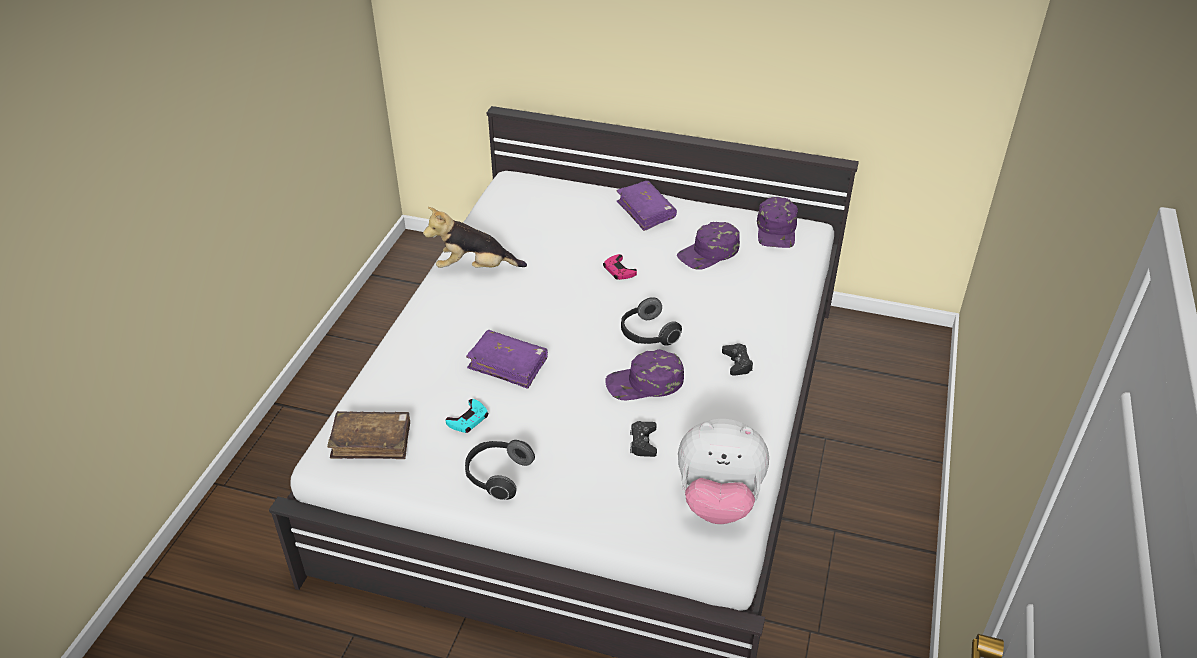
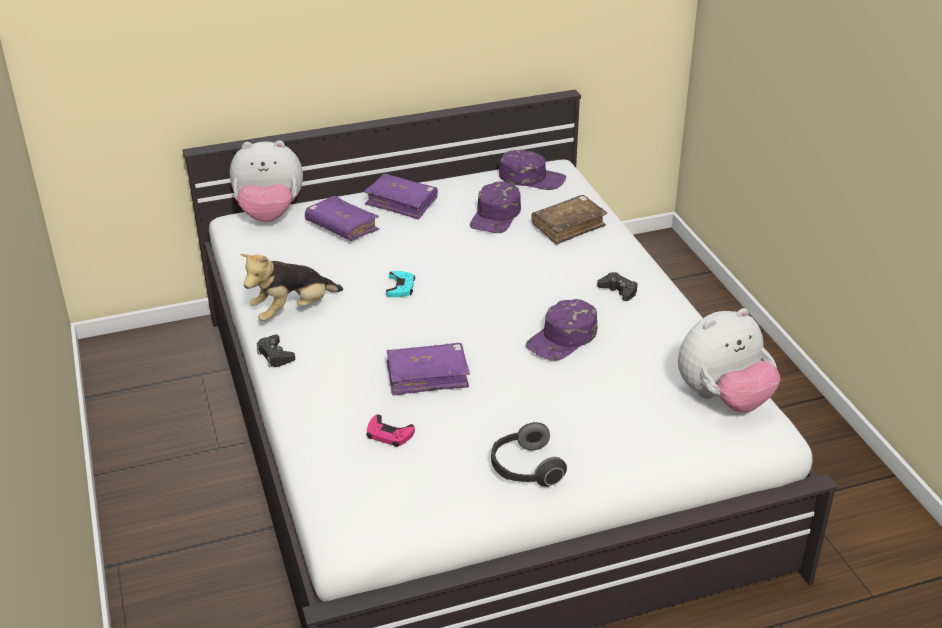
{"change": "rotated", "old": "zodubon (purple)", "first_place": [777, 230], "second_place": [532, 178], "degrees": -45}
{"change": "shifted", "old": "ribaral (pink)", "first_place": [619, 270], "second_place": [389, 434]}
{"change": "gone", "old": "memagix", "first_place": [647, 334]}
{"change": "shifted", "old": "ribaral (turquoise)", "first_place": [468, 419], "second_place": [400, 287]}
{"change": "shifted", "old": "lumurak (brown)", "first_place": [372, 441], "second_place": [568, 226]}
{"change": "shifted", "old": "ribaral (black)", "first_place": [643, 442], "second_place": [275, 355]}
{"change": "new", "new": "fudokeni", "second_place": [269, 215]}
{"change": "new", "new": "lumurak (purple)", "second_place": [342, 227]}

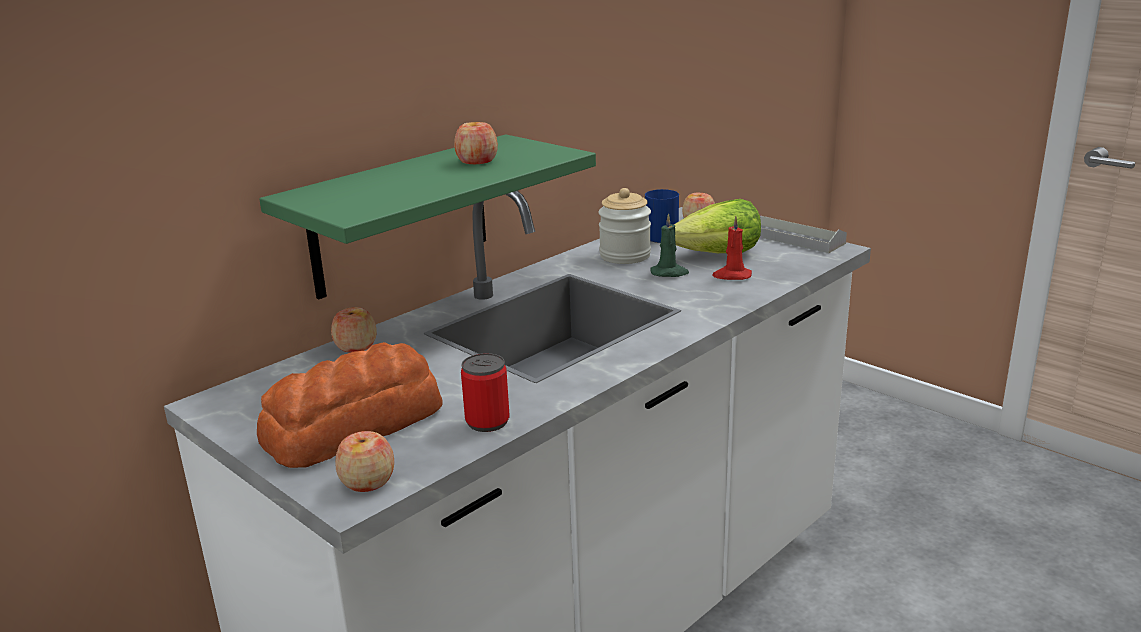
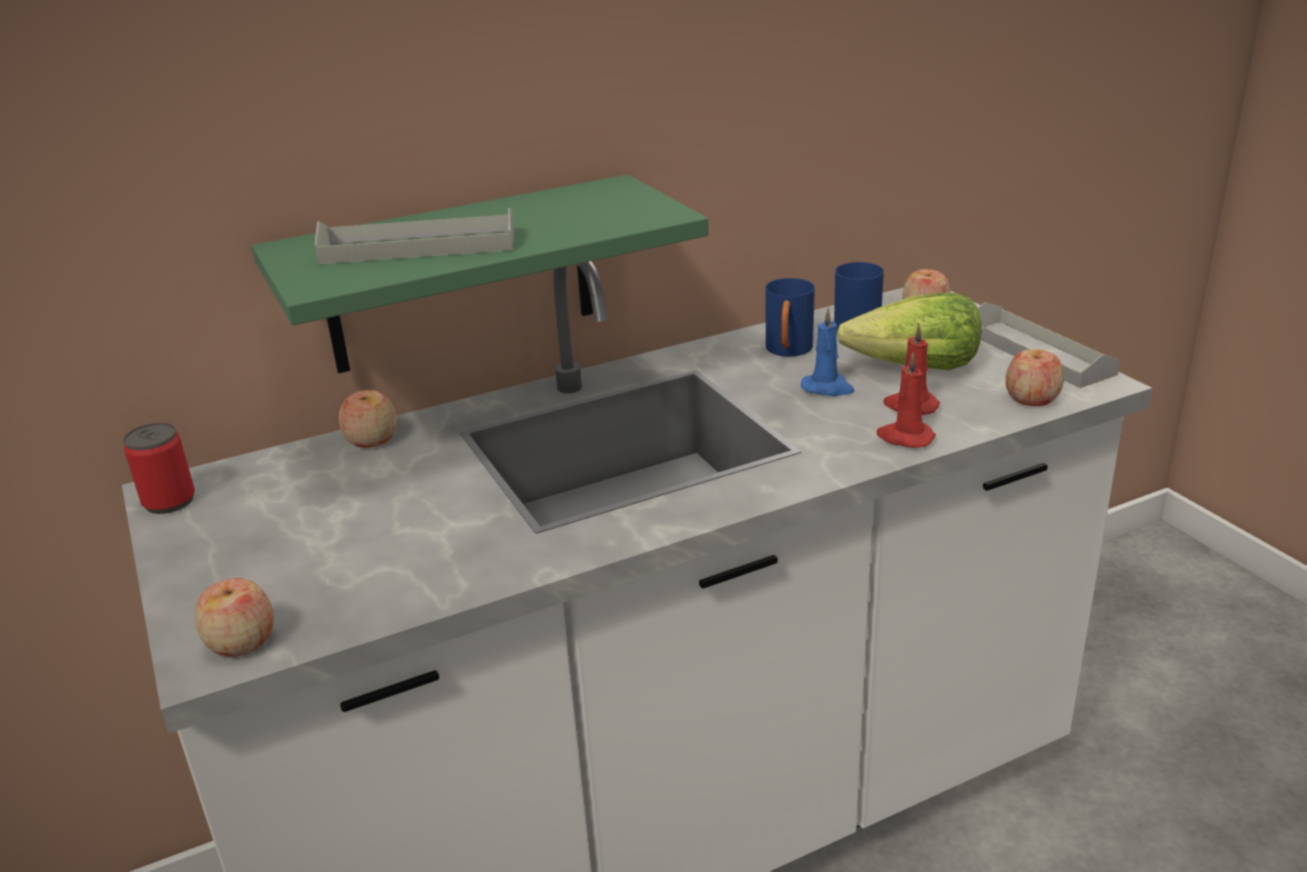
{"change": "shifted", "old": "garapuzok", "first_place": [477, 161], "second_place": [1031, 398]}
{"change": "swapped", "old": "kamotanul", "new": "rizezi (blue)", "first_place": [625, 256], "second_place": [788, 352]}
{"change": "repainted", "old": "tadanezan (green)", "new": "tadanezan (blue)", "first_place": [669, 273], "second_place": [828, 388]}
{"change": "gone", "old": "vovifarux", "first_place": [356, 426]}
{"change": "shifted", "old": "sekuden", "first_place": [487, 422], "second_place": [169, 501]}
{"change": "new", "new": "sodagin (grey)", "second_place": [418, 247]}
{"change": "new", "new": "tadanezan (red)", "second_place": [904, 437]}

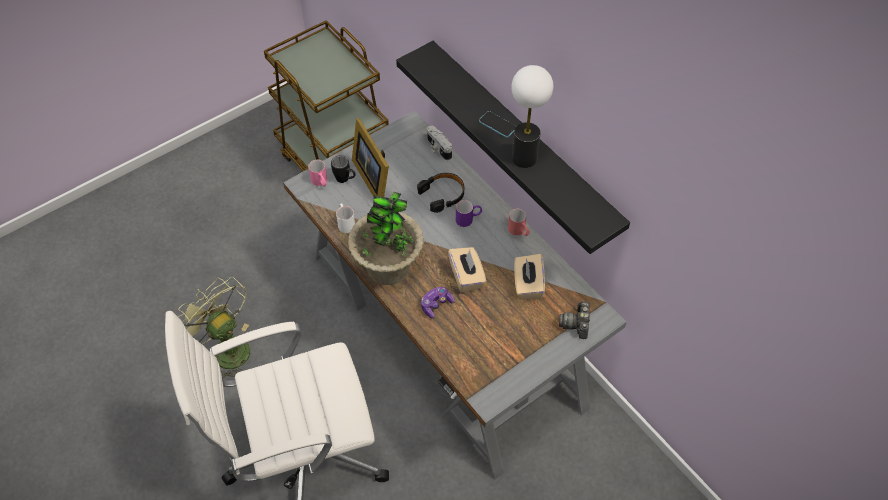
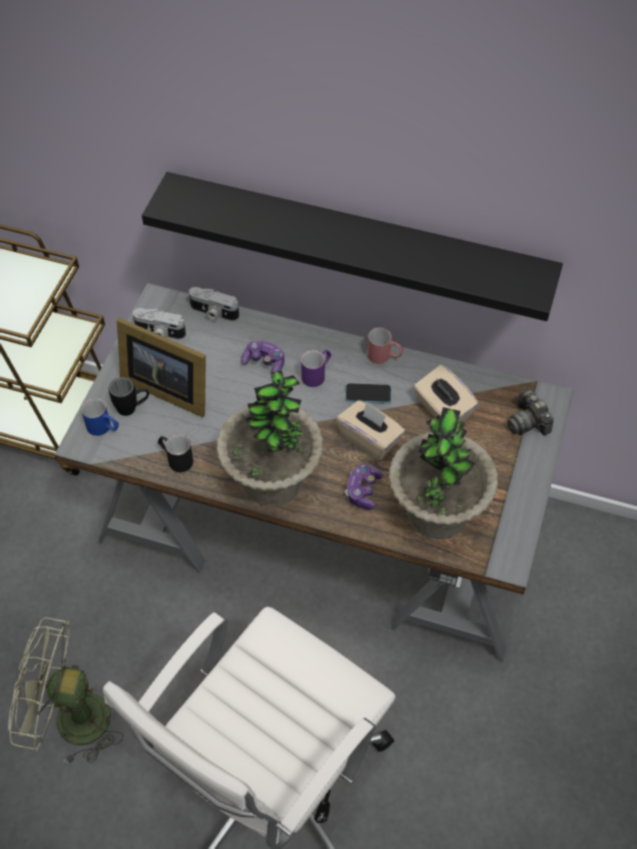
{"change": "gone", "old": "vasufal", "first_place": [524, 158]}
{"change": "shifted", "old": "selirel", "first_place": [497, 125], "second_place": [368, 394]}
{"change": "repainted", "old": "rizezi (pink)", "new": "rizezi (blue)", "first_place": [320, 182], "second_place": [104, 428]}
{"change": "swapped", "old": "memagix (black)", "new": "ribaral", "first_place": [443, 194], "second_place": [264, 362]}
{"change": "repainted", "old": "rizezi (white)", "new": "rizezi (black)", "first_place": [345, 222], "second_place": [175, 458]}
{"change": "new", "new": "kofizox", "second_place": [159, 332]}
{"change": "new", "new": "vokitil", "second_place": [437, 513]}

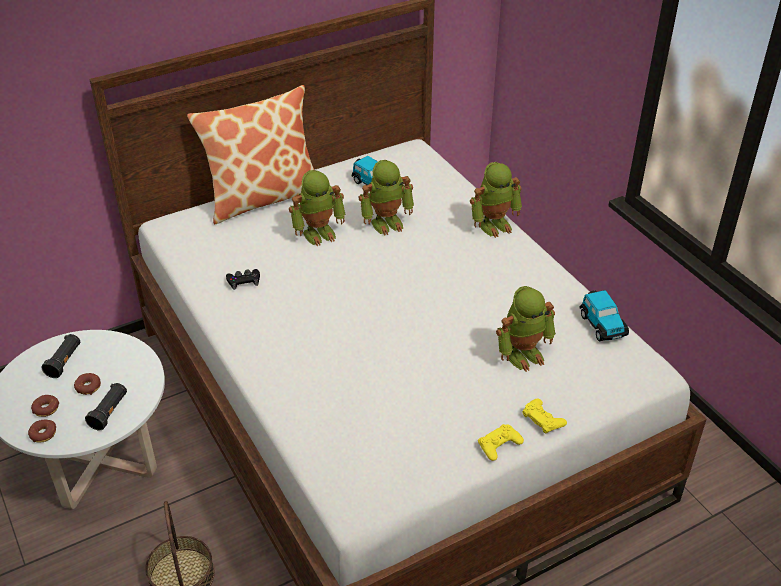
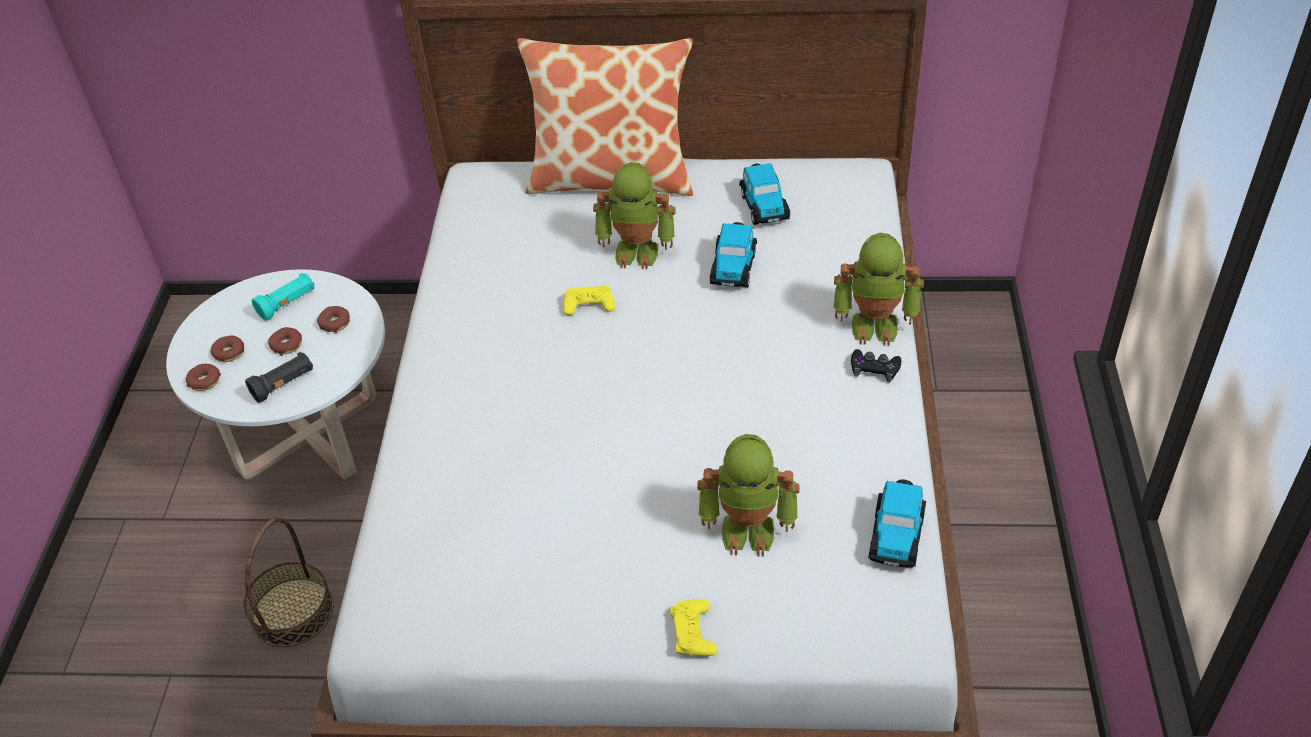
{"change": "swapped", "old": "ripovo", "new": "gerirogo", "first_place": [386, 222], "second_place": [733, 267]}
{"change": "shifted", "old": "ribaral (black)", "first_place": [244, 281], "second_place": [874, 368]}
{"change": "repainted", "old": "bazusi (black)", "new": "bazusi (turquoise)", "first_place": [64, 361], "second_place": [287, 304]}
{"change": "shifted", "old": "ribaral (yellow)", "first_place": [499, 445], "second_place": [589, 304]}
{"change": "new", "new": "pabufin", "second_place": [335, 323]}

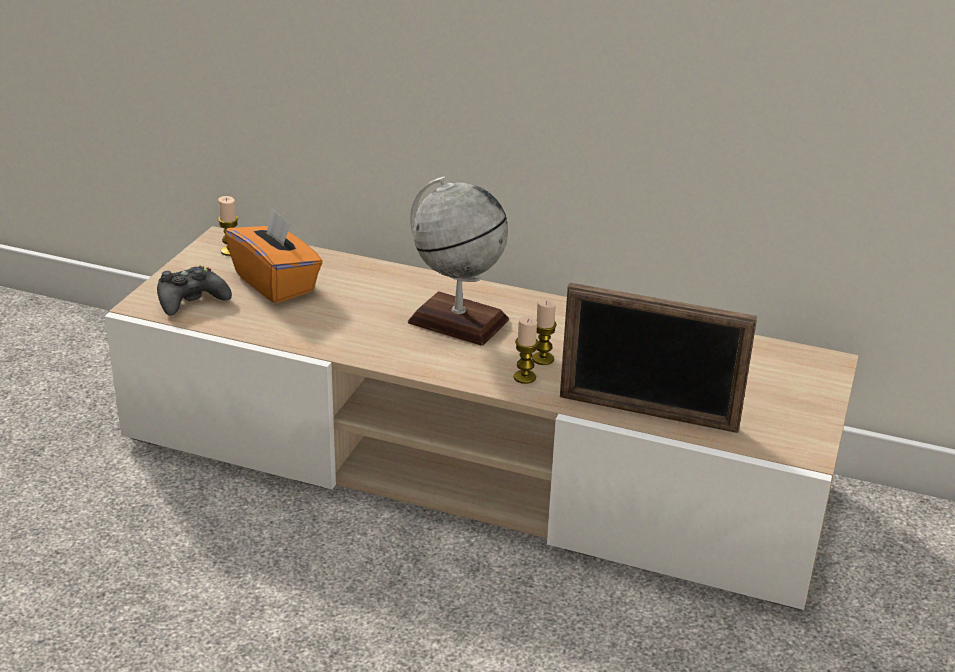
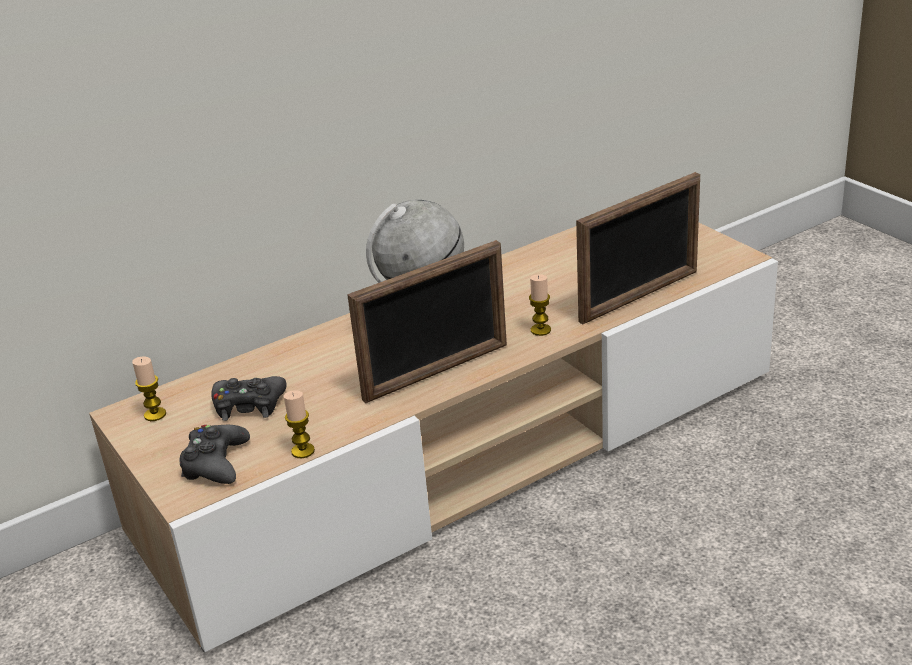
{"change": "swapped", "old": "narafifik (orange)", "new": "ribaral (black)", "first_place": [276, 283], "second_place": [249, 405]}
{"change": "shifted", "old": "tadanezan", "first_place": [543, 359], "second_place": [303, 451]}
{"change": "new", "new": "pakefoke", "second_place": [437, 372]}

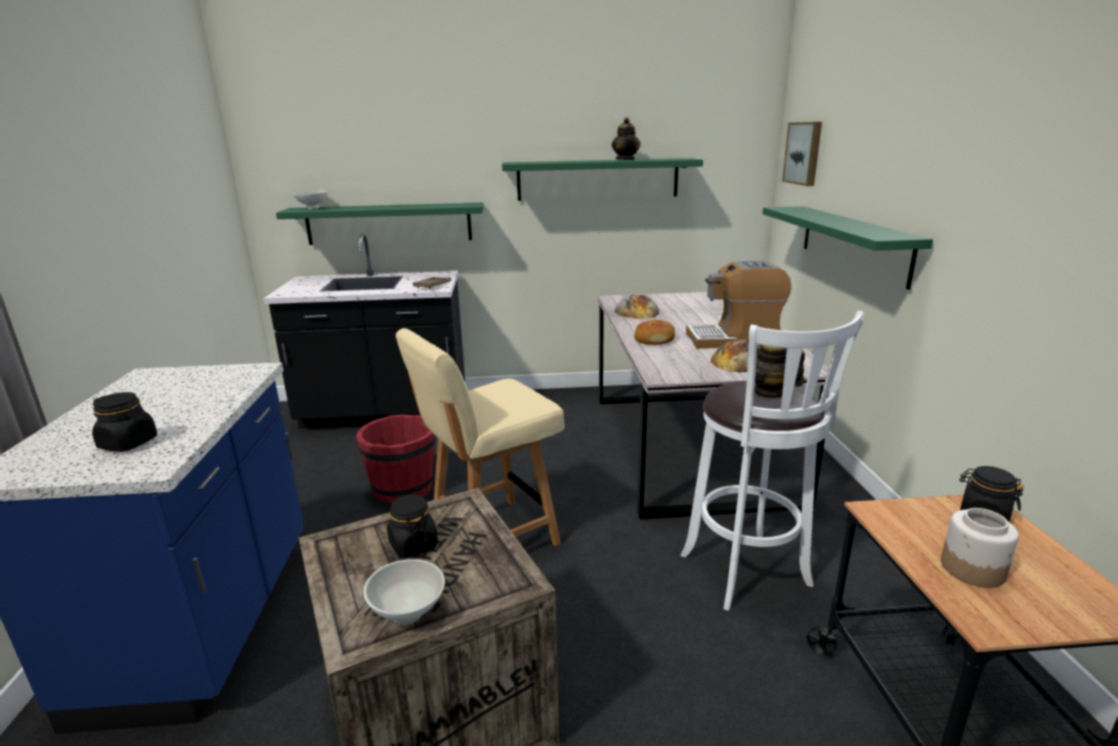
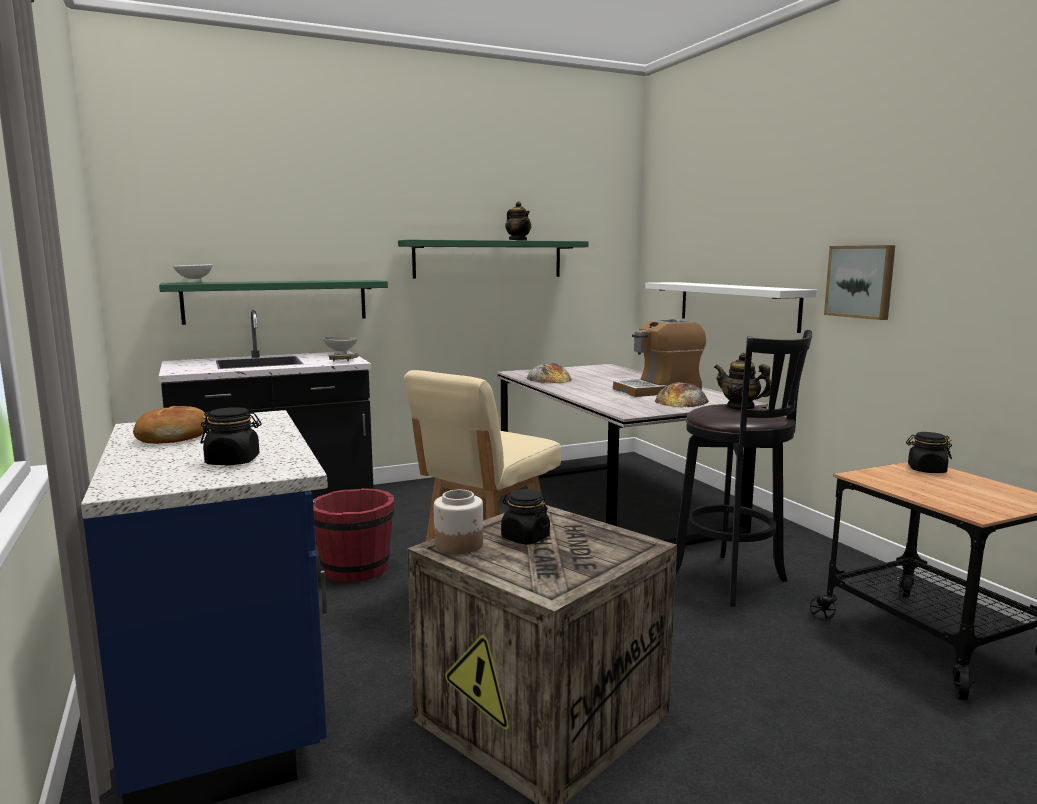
{"change": "shifted", "old": "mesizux", "first_place": [804, 153], "second_place": [861, 281]}
{"change": "repainted", "old": "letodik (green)", "new": "letodik (white)", "first_place": [853, 243], "second_place": [736, 305]}
{"change": "repainted", "old": "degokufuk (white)", "new": "degokufuk (black)", "first_place": [748, 574], "second_place": [732, 581]}
{"change": "shifted", "old": "vovifarux", "first_place": [654, 339], "second_place": [174, 437]}
{"change": "shifted", "old": "kamotanul", "first_place": [973, 569], "second_place": [459, 545]}
{"change": "shifted", "old": "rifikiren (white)", "first_place": [409, 612], "second_place": [341, 353]}

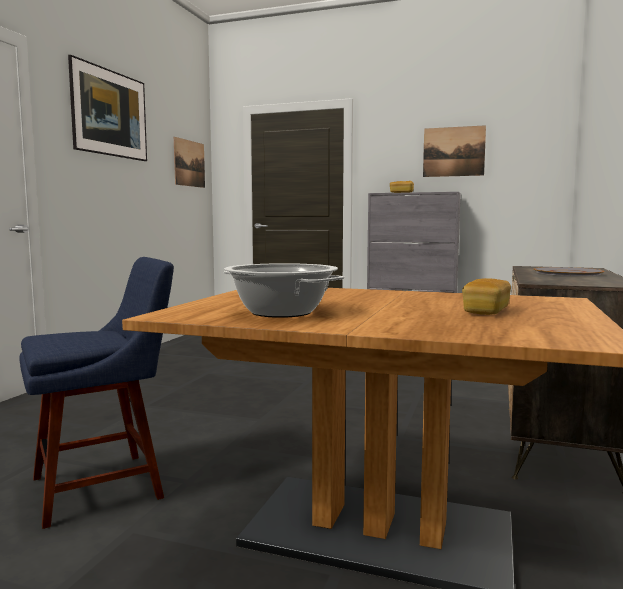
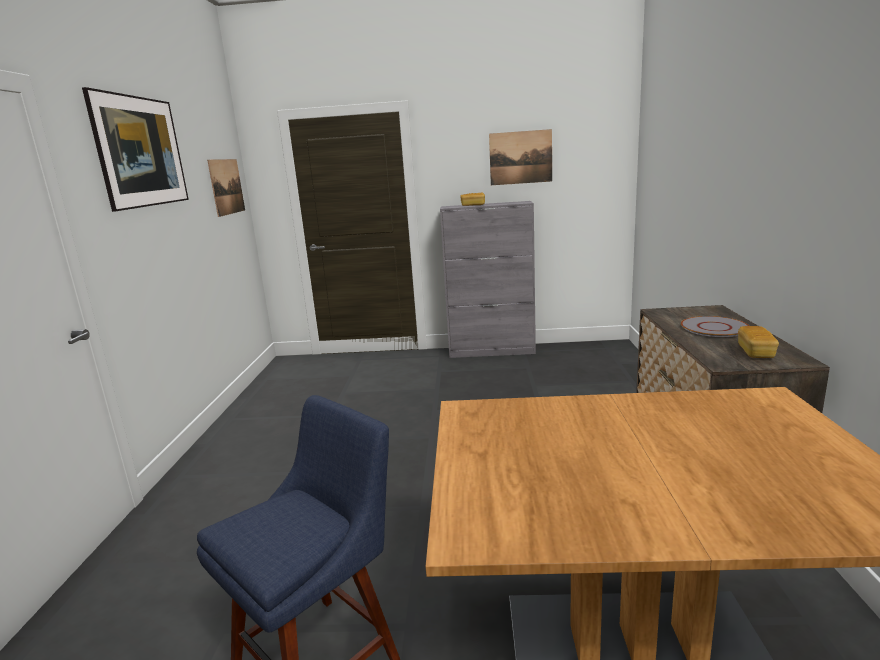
{"change": "gone", "old": "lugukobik", "first_place": [282, 312]}
{"change": "shifted", "old": "vovifarux", "first_place": [486, 311], "second_place": [755, 352]}

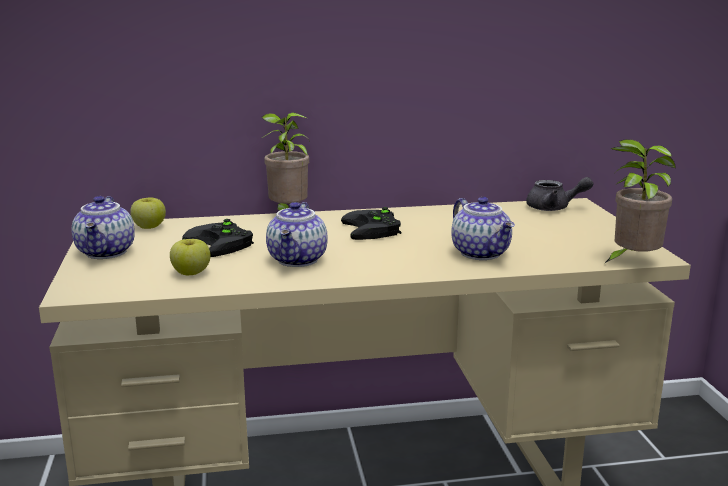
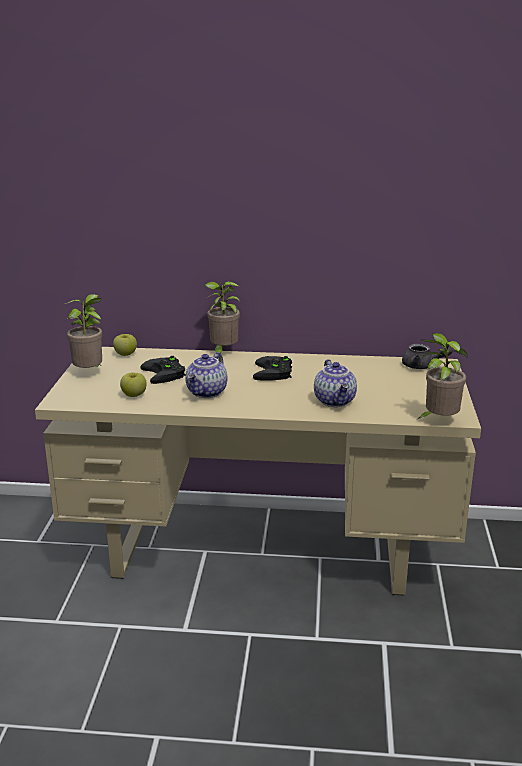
{"change": "swapped", "old": "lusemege", "new": "vokitil", "first_place": [107, 253], "second_place": [90, 373]}

